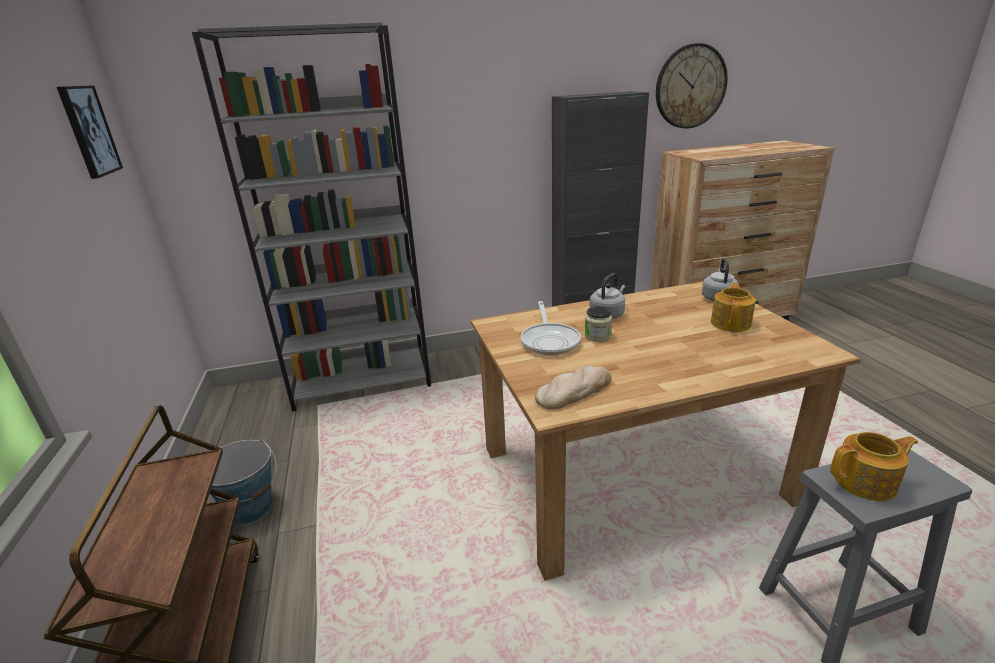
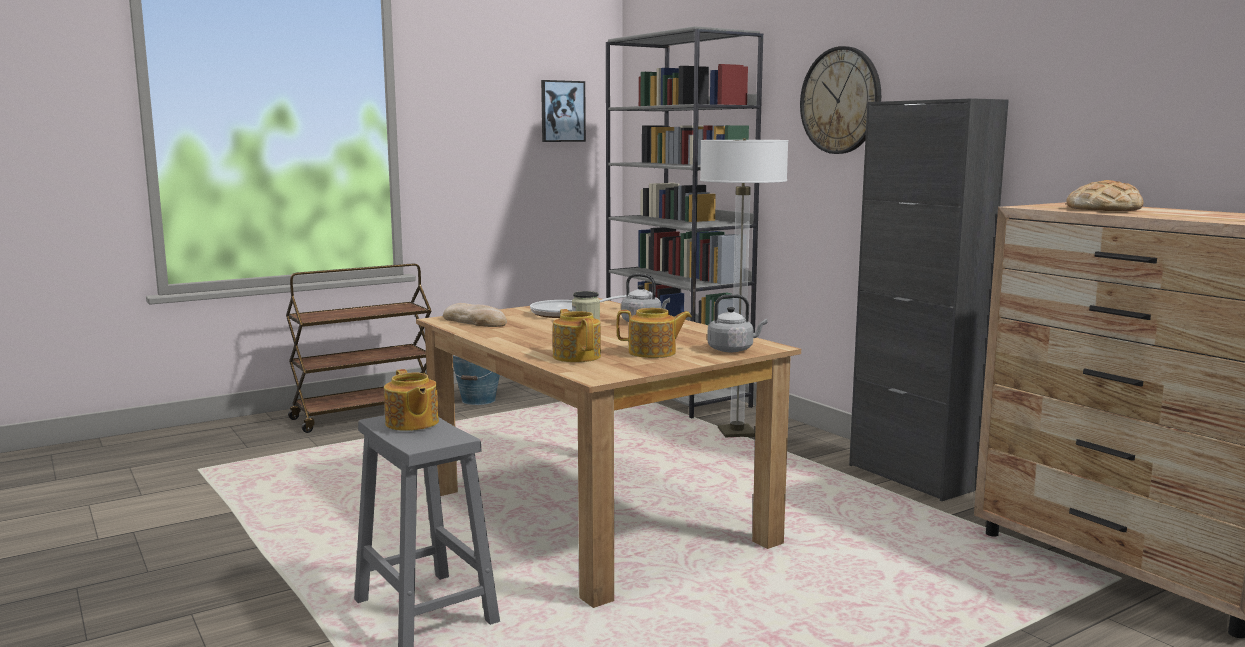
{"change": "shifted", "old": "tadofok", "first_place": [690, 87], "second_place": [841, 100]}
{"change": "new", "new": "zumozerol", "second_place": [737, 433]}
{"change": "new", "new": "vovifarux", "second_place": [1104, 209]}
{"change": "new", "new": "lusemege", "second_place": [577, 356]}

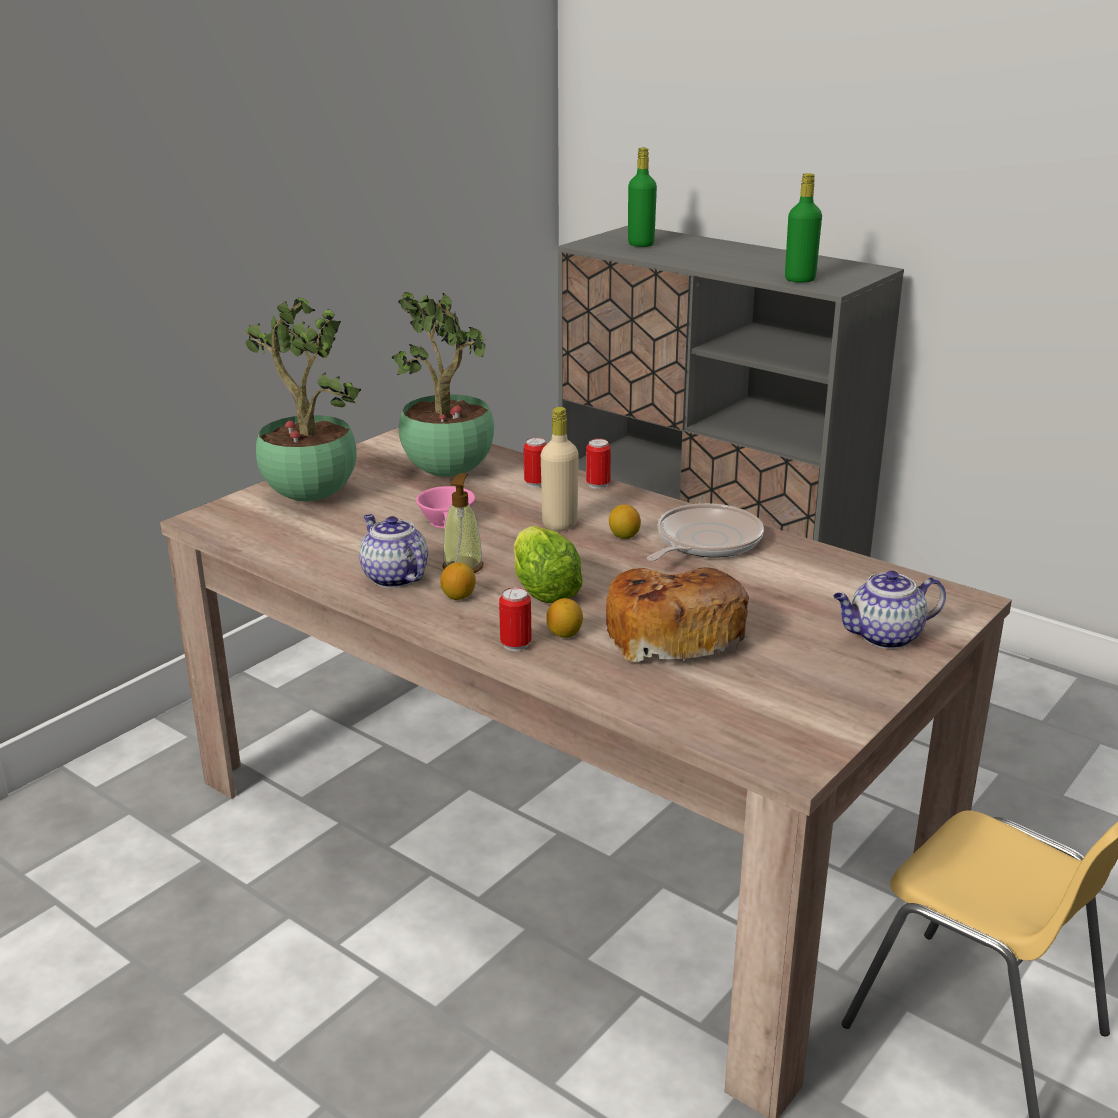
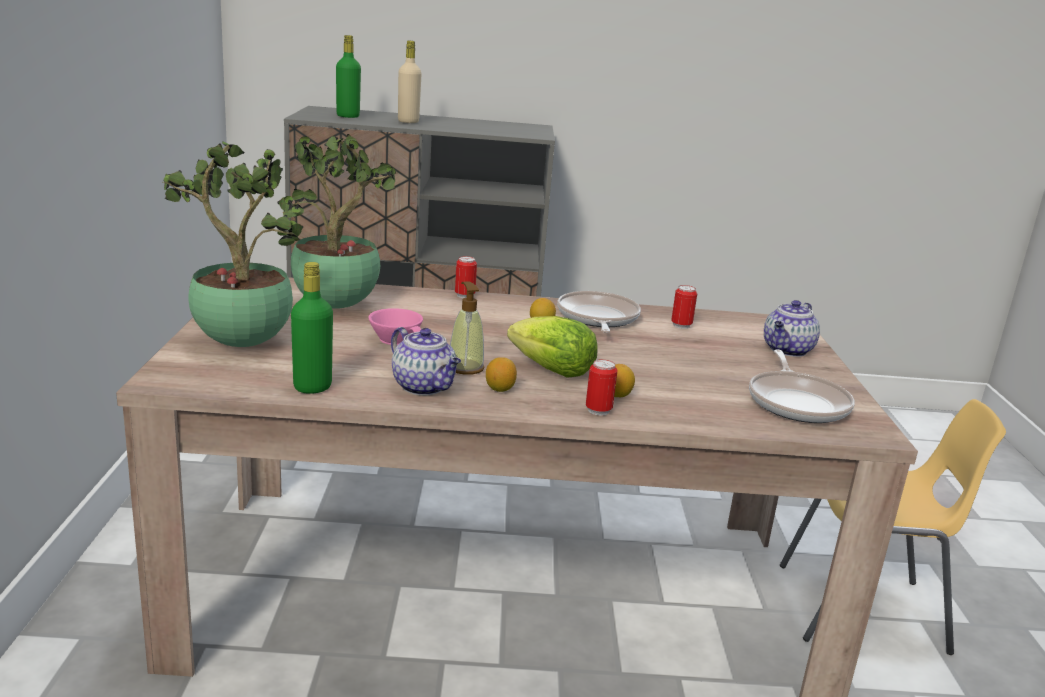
{"change": "shifted", "old": "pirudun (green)", "first_place": [800, 279], "second_place": [312, 387]}
{"change": "shifted", "old": "pirudun (beige)", "first_place": [559, 524], "second_place": [408, 122]}
{"change": "shifted", "old": "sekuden", "first_place": [536, 483], "second_place": [681, 325]}
{"change": "rotated", "old": "lusemege", "first_place": [393, 577], "second_place": [425, 387], "degrees": -150}
{"change": "gone", "old": "vovifarux", "first_place": [672, 633]}
{"change": "new", "new": "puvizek", "second_place": [797, 402]}

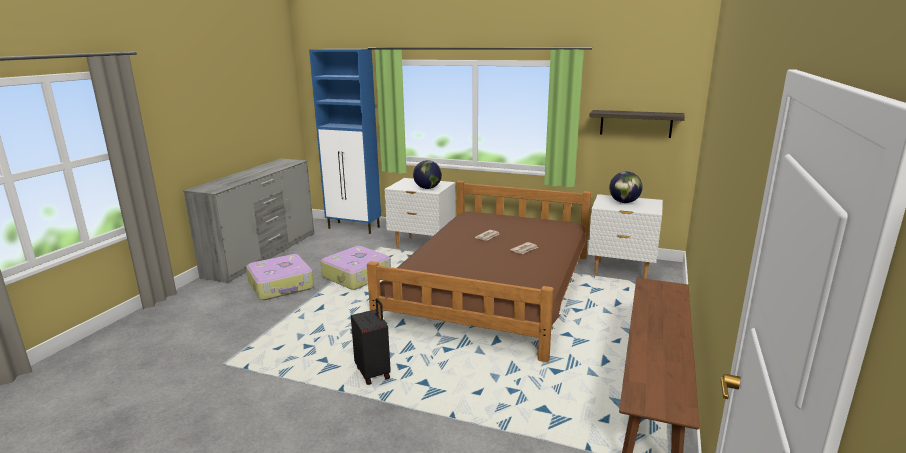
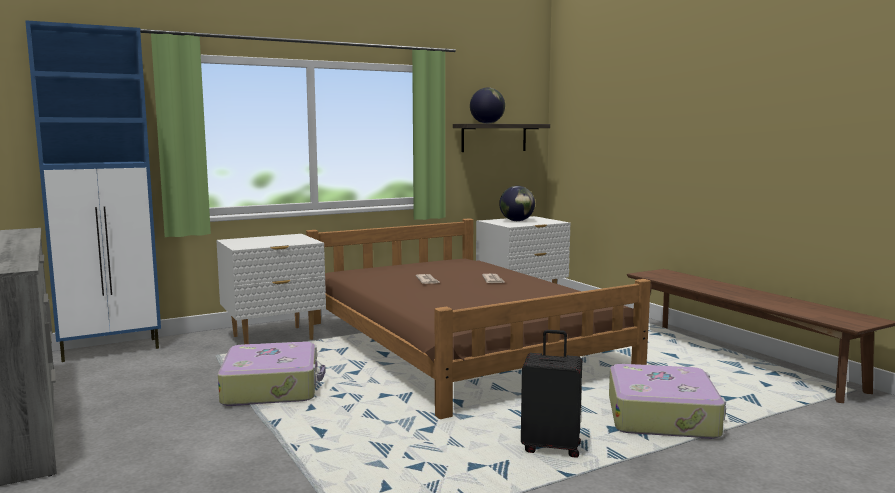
{"change": "shifted", "old": "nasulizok", "first_place": [428, 188], "second_place": [487, 123]}
{"change": "shifted", "old": "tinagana", "first_place": [281, 285], "second_place": [663, 416]}

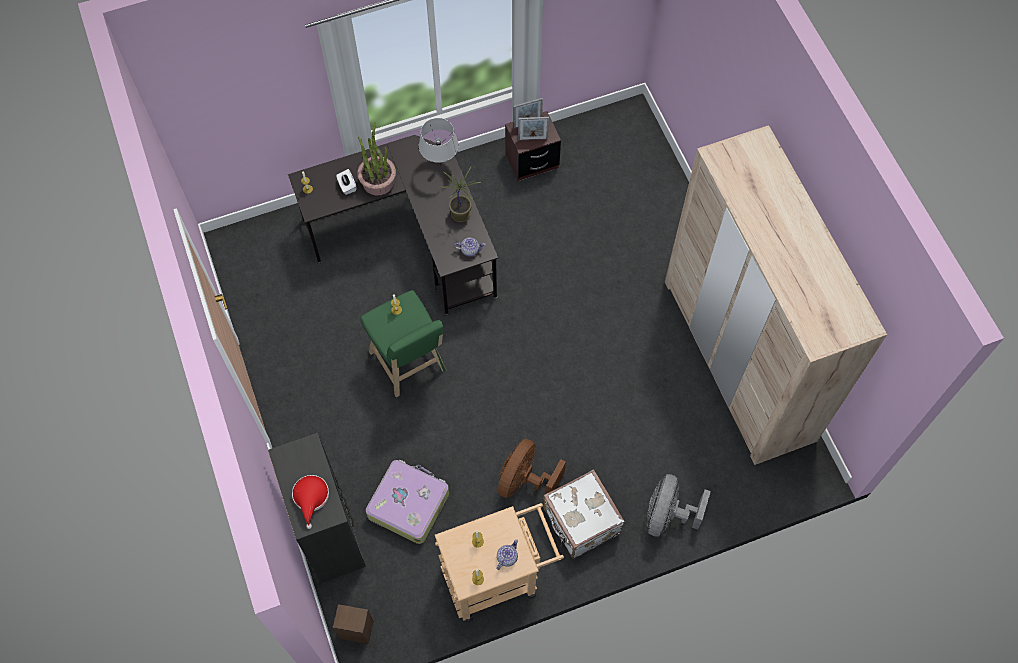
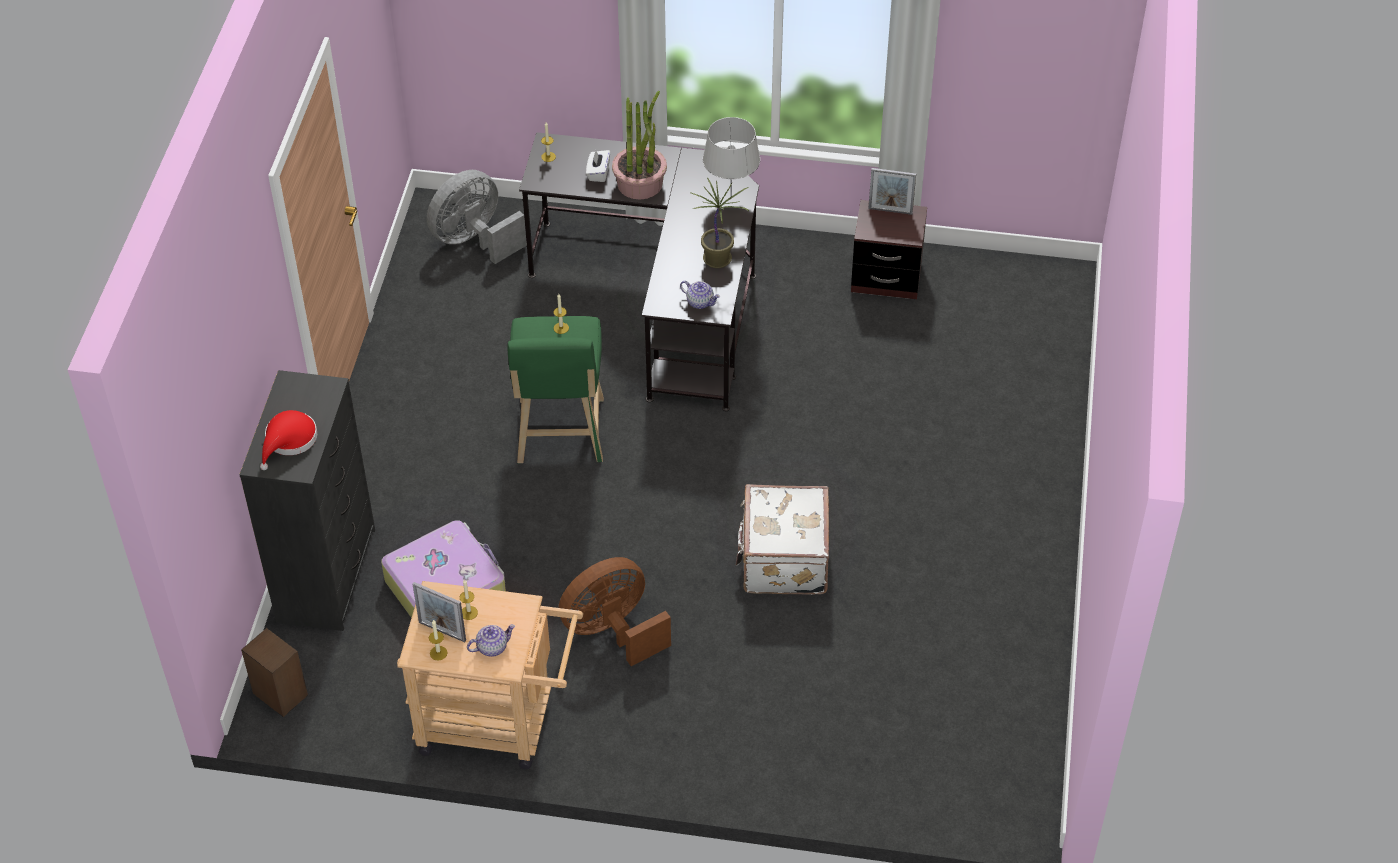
{"change": "shifted", "old": "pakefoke", "first_place": [533, 139], "second_place": [442, 631]}
{"change": "gone", "old": "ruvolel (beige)", "first_place": [738, 359]}
{"change": "shifted", "old": "tinagana (white)", "first_place": [580, 522], "second_place": [782, 560]}
{"change": "shifted", "old": "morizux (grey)", "first_place": [667, 515], "second_place": [475, 240]}

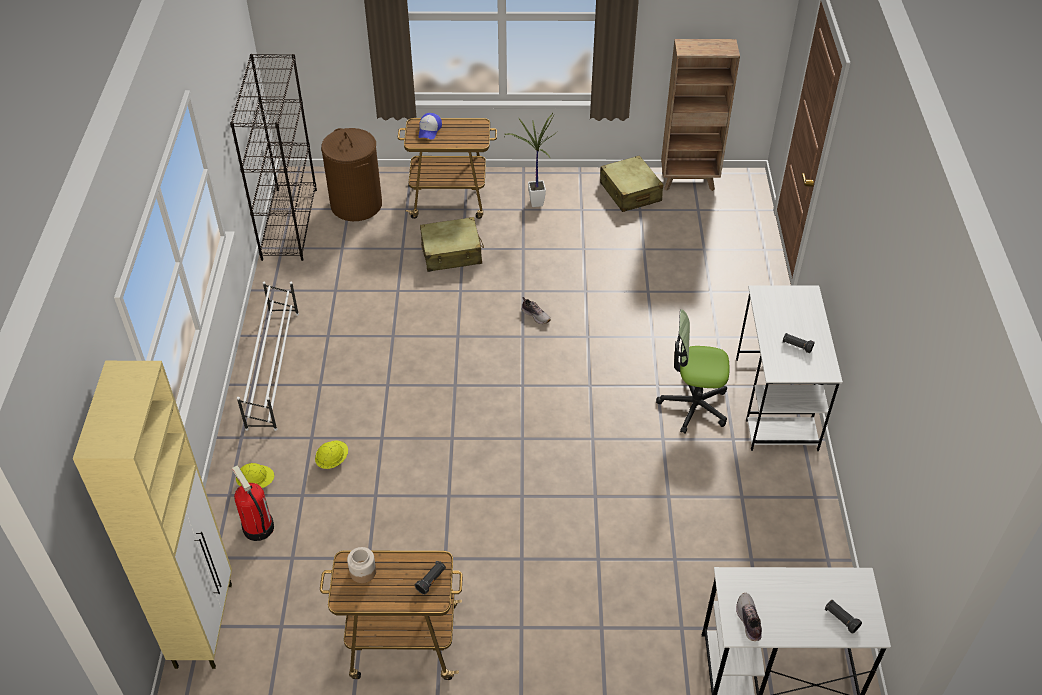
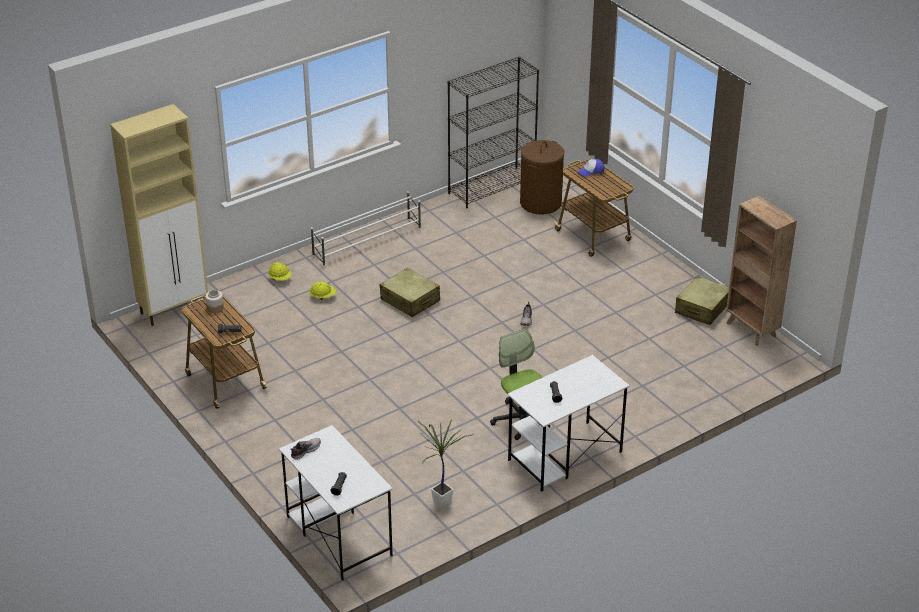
{"change": "shifted", "old": "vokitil", "first_place": [533, 202], "second_place": [441, 503]}
{"change": "shifted", "old": "tinagana (beige)", "first_place": [451, 253], "second_place": [410, 300]}
{"change": "gone", "old": "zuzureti", "first_place": [257, 528]}

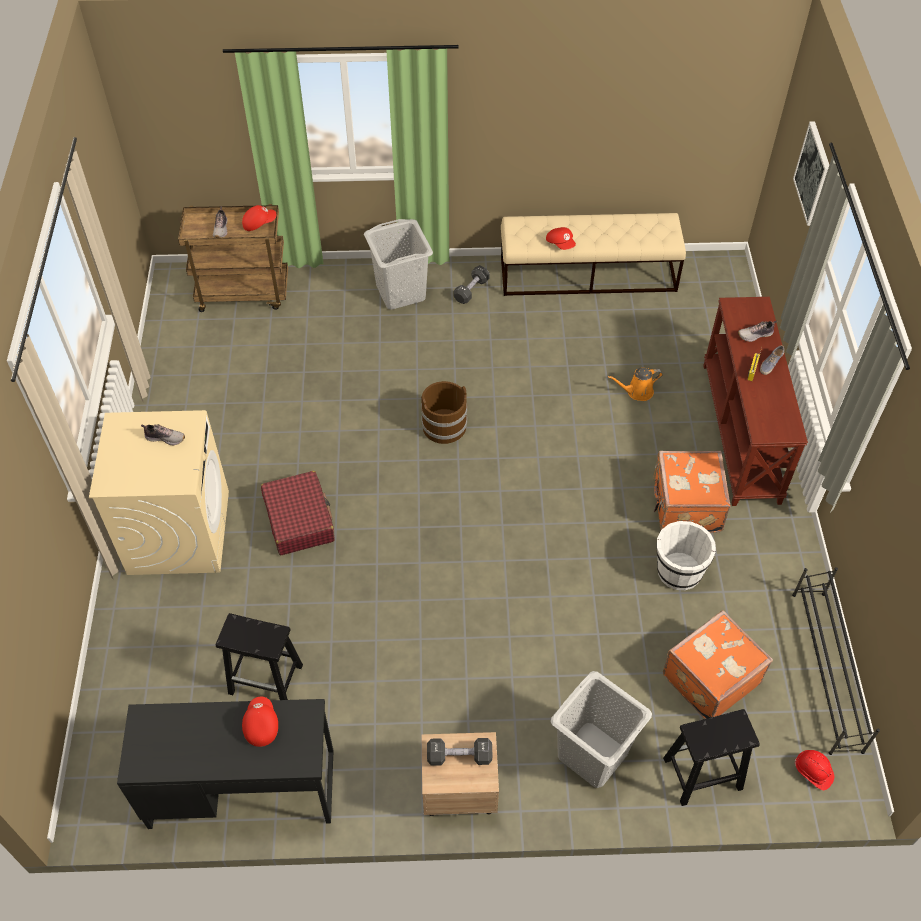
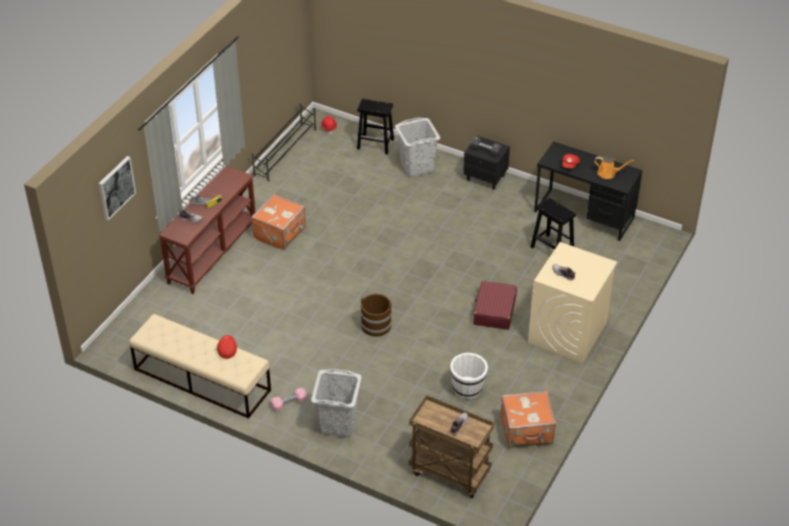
{"change": "gone", "old": "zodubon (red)", "first_place": [259, 223]}
{"change": "repainted", "old": "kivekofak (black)", "new": "kivekofak (pink)", "first_place": [471, 290], "second_place": [289, 403]}
{"change": "shifted", "old": "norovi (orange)", "first_place": [637, 392], "second_place": [608, 173]}
{"change": "shifted", "old": "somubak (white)", "first_place": [678, 572], "second_place": [467, 388]}
{"change": "shifted", "old": "tinagana (orange)", "first_place": [709, 678], "second_place": [527, 431]}
{"change": "repainted", "old": "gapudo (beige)", "new": "gapudo (black)", "first_place": [458, 790], "second_place": [485, 178]}

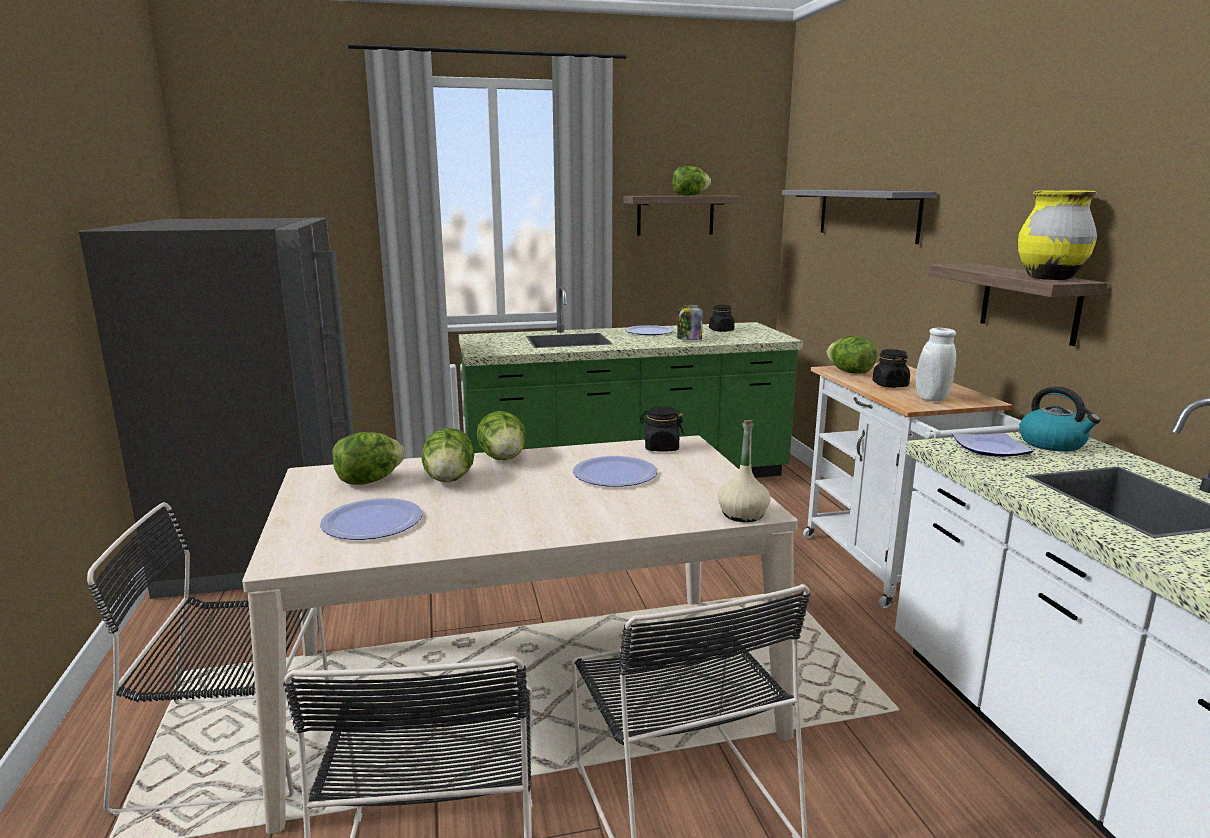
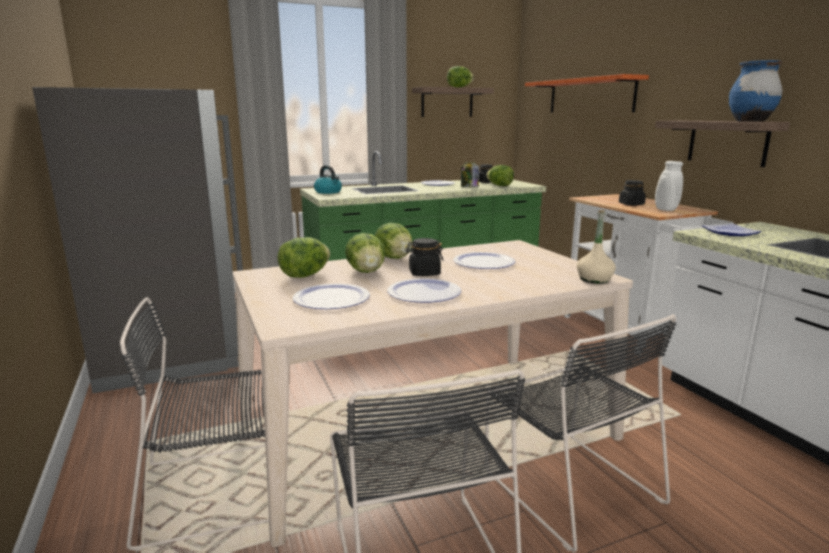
{"change": "repainted", "old": "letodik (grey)", "new": "letodik (orange)", "first_place": [867, 214], "second_place": [590, 96]}
{"change": "repainted", "old": "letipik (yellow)", "new": "letipik (blue)", "first_place": [1049, 278], "second_place": [750, 121]}
{"change": "shifted", "old": "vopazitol", "first_place": [850, 372], "second_place": [499, 185]}
{"change": "shifted", "old": "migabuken", "first_place": [1053, 444], "second_place": [328, 192]}
{"change": "shifted", "old": "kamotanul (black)", "first_place": [661, 448], "second_place": [424, 273]}
{"change": "new", "new": "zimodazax", "second_place": [424, 293]}

